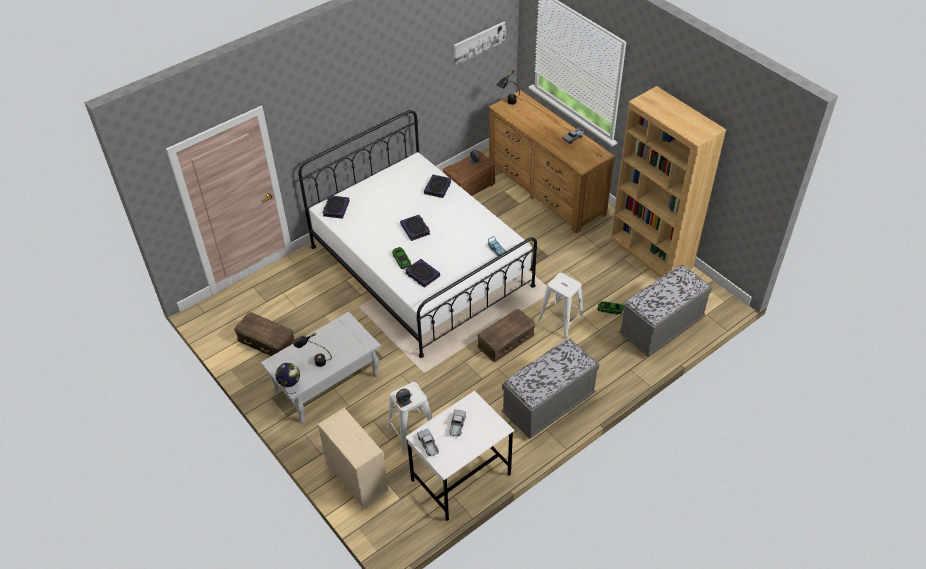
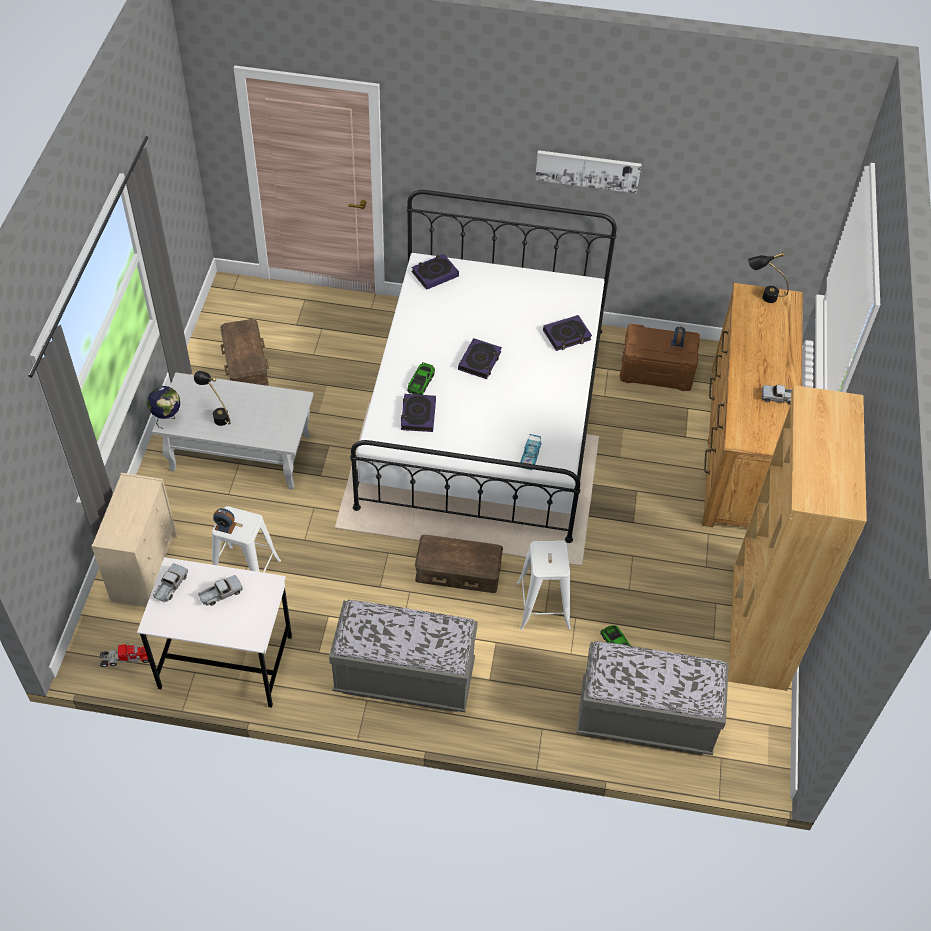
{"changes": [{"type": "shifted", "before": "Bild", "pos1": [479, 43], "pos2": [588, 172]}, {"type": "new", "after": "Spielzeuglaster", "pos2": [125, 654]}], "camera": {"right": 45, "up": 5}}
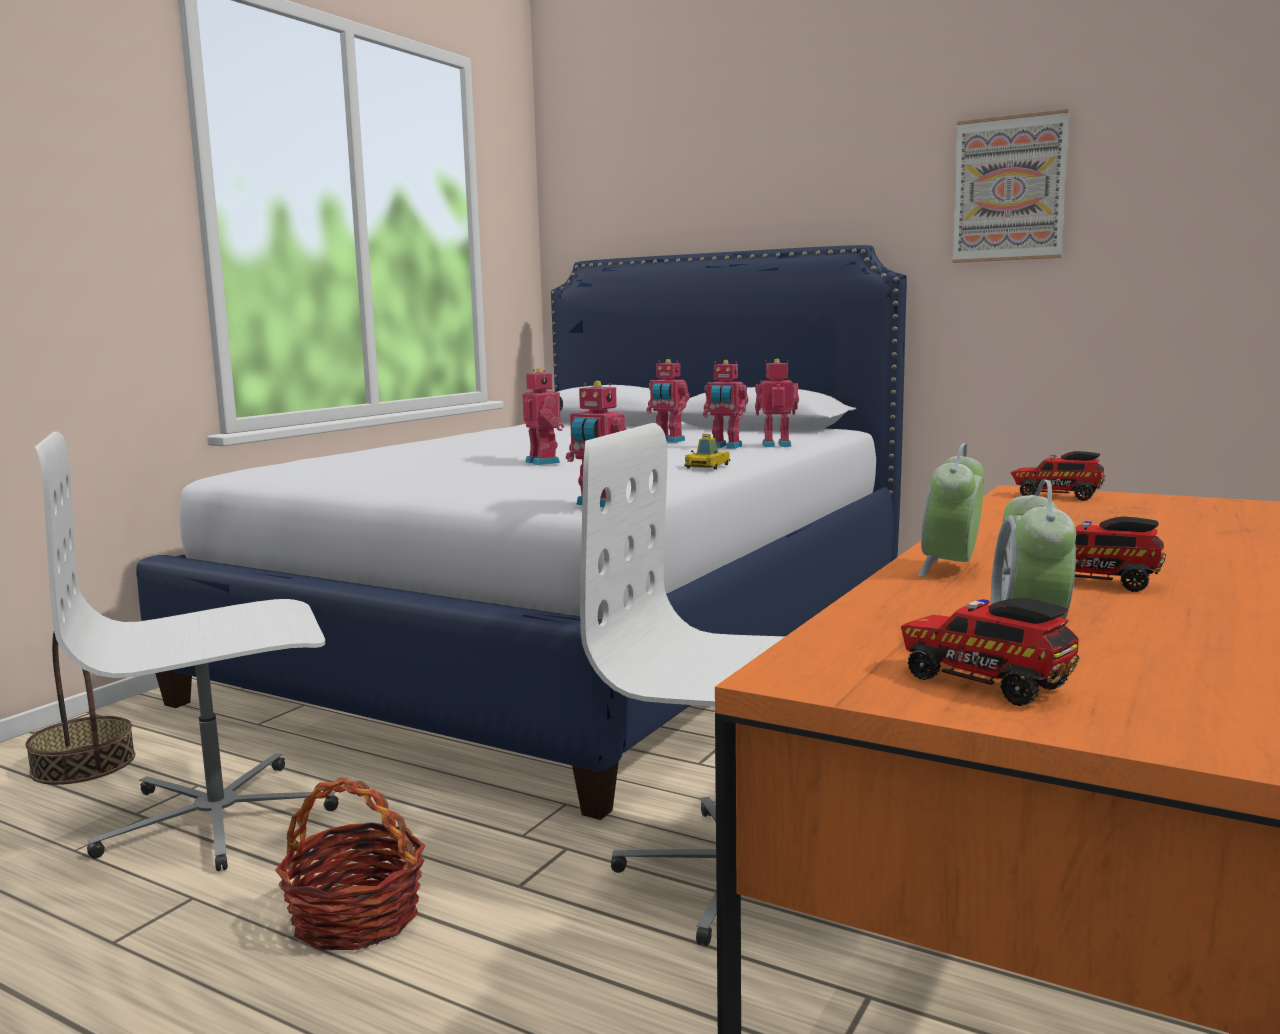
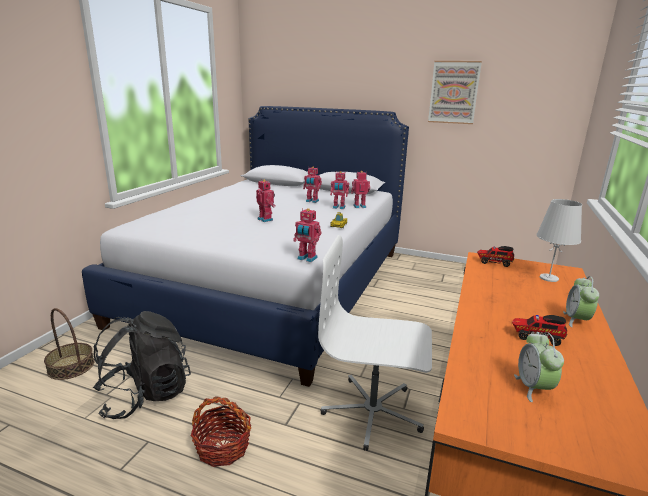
{"changes": [{"type": "swapped", "before": "Bürostuhl (weiß)", "after": "Rucksack (schwarz)", "pos1": [187, 651], "pos2": [142, 365]}, {"type": "gone", "before": "Spielzeuglaster", "pos1": [990, 652]}, {"type": "shifted", "before": "Wecker", "pos1": [951, 510], "pos2": [581, 301]}, {"type": "new", "after": "Tischlampe (weiß)", "pos2": [559, 240]}], "camera": {"right": -10, "up": 10}}
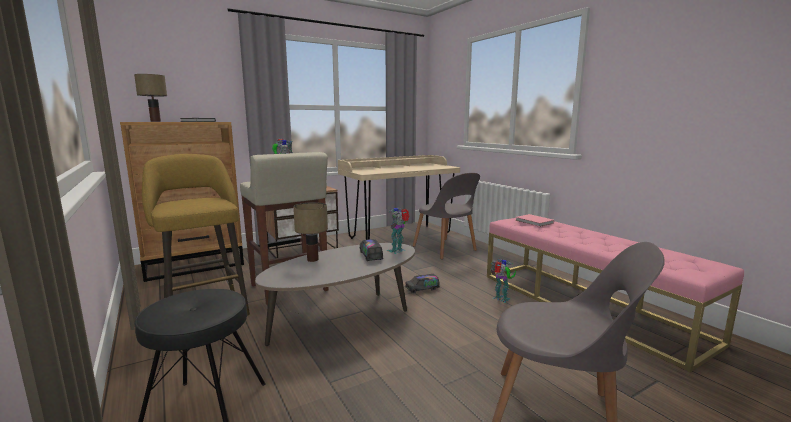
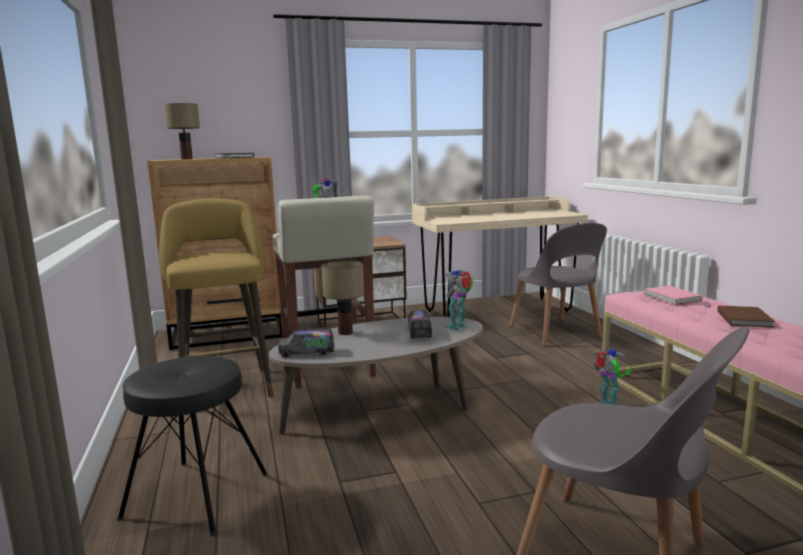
{"changes": [{"type": "shifted", "before": "Spielzeuglaster", "pos1": [422, 283], "pos2": [306, 343]}, {"type": "new", "after": "Buch (braun)", "pos2": [746, 317]}], "camera": {"right": 15, "up": 0}}
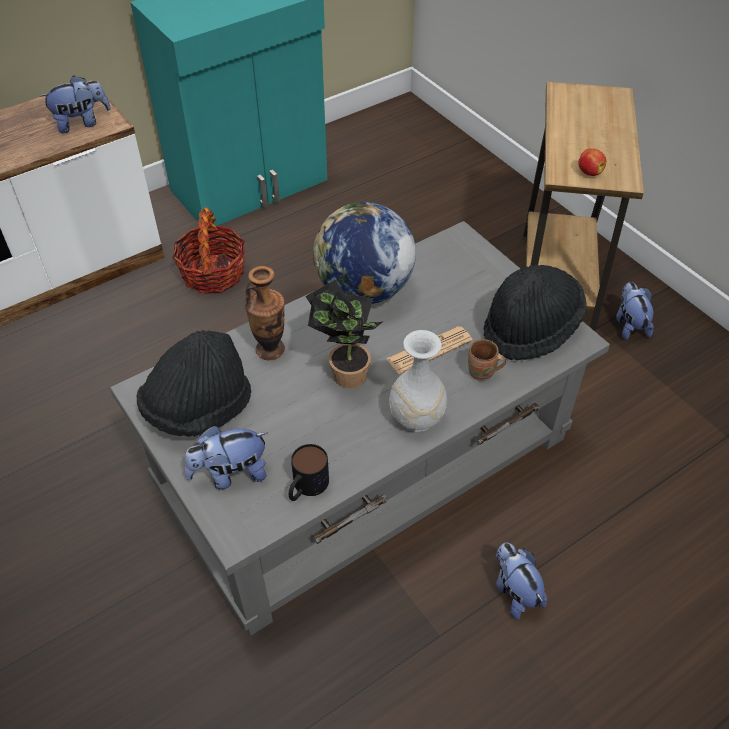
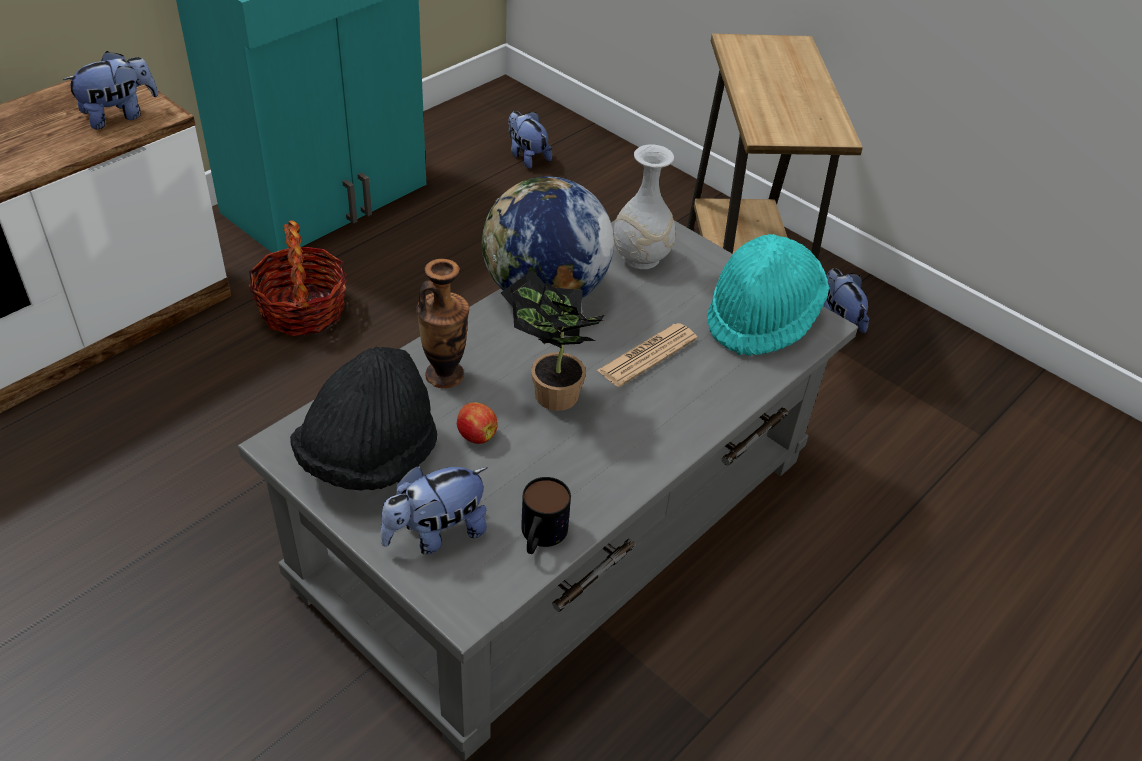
{"changes": [{"type": "shifted", "before": "Vase (weiß)", "pos1": [418, 381], "pos2": [644, 207]}, {"type": "gone", "before": "Henkelbecher (braun)", "pos1": [487, 360]}, {"type": "repainted", "before": "Hut (schwarz)", "after": "Hut (türkis)", "pos1": [535, 312], "pos2": [768, 295]}, {"type": "shifted", "before": "Plüschtier", "pos1": [521, 581], "pos2": [530, 140]}, {"type": "shifted", "before": "Apfel", "pos1": [592, 162], "pos2": [477, 423]}], "camera": {"right": -15, "up": -5}}
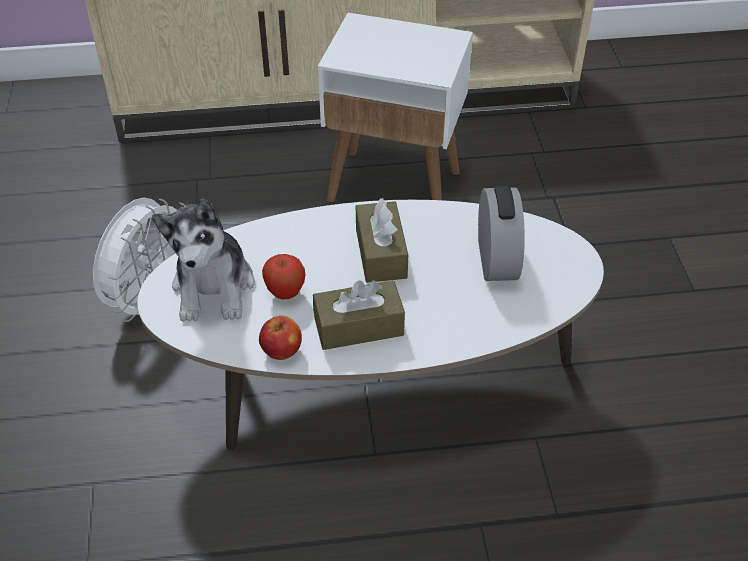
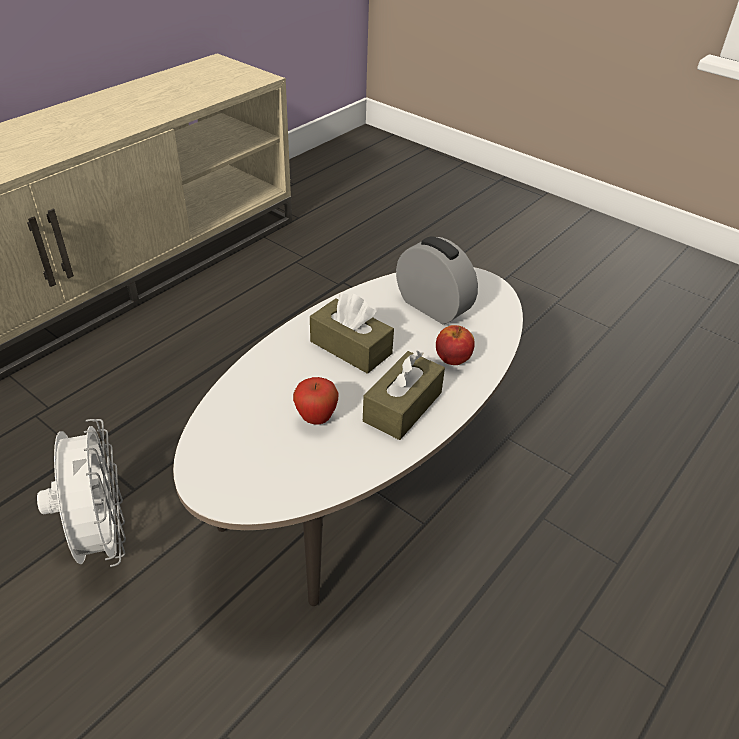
{"changes": [{"type": "gone", "before": "Plüschtier", "pos1": [203, 260]}, {"type": "shifted", "before": "Apfel", "pos1": [280, 338], "pos2": [455, 345]}, {"type": "gone", "before": "Beistelltisch (weiß)", "pos1": [395, 107]}], "camera": {"right": -45, "up": -5}}
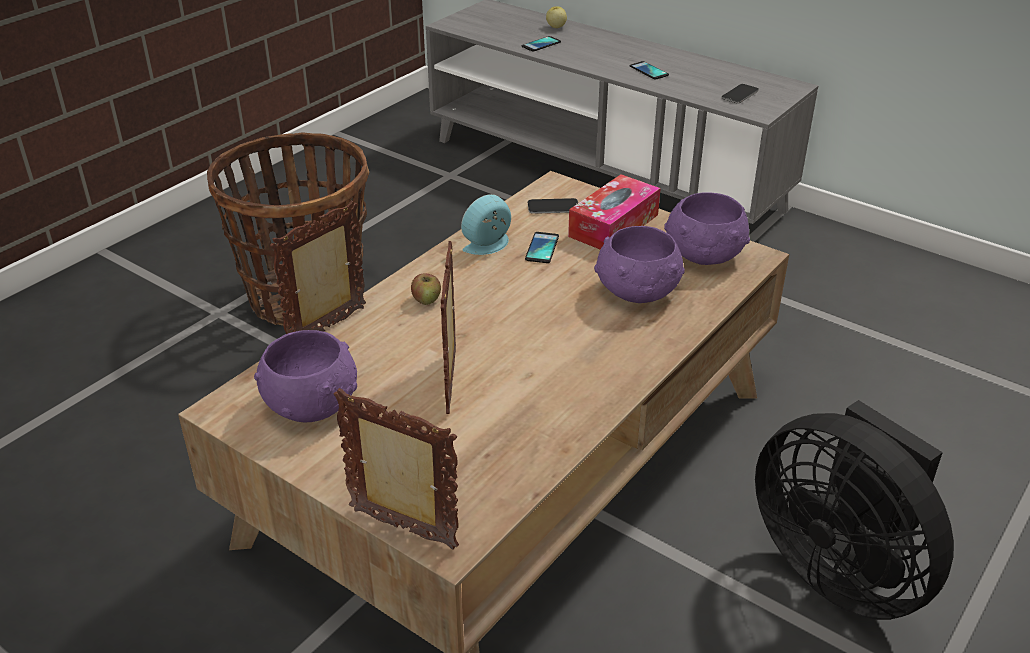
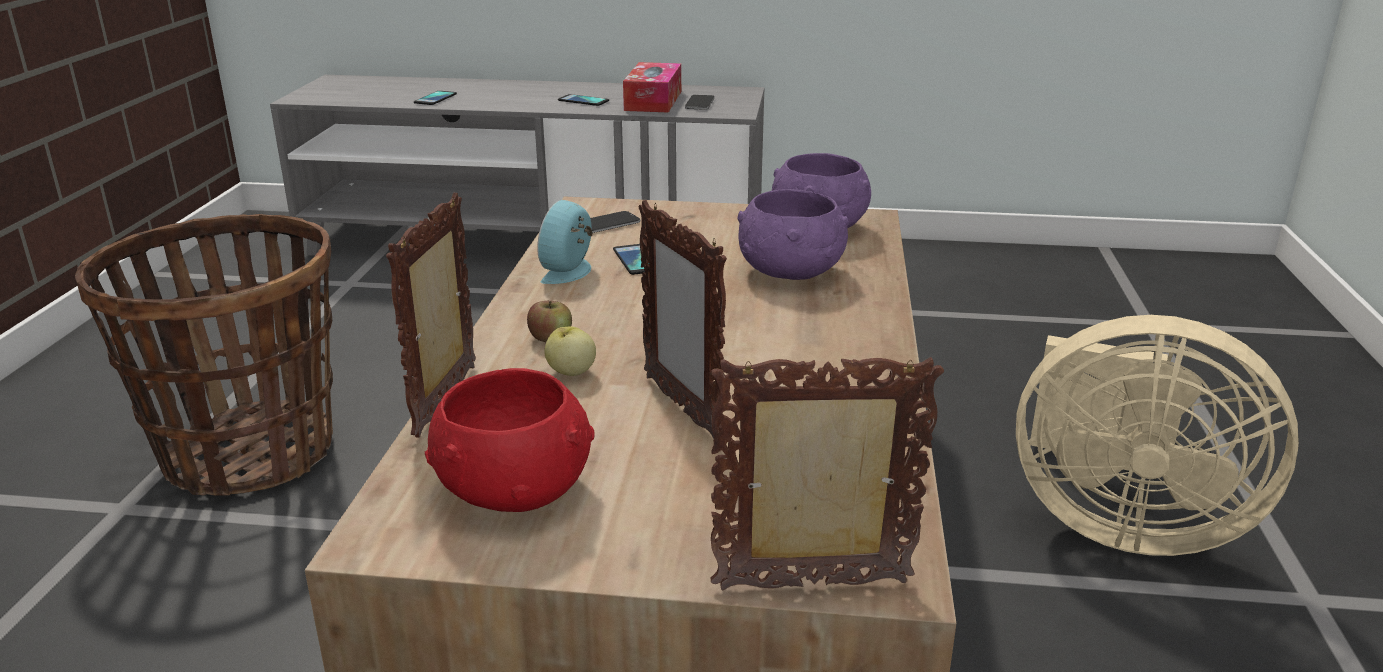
{"changes": [{"type": "repainted", "before": "Schüssel (lila)", "after": "Schüssel (rot)", "pos1": [305, 376], "pos2": [510, 440]}, {"type": "shifted", "before": "Apfel", "pos1": [556, 17], "pos2": [570, 351]}, {"type": "shifted", "before": "Taschentuchbox", "pos1": [614, 212], "pos2": [652, 87]}, {"type": "repainted", "before": "Ventilator (schwarz)", "after": "Ventilator (beige)", "pos1": [854, 510], "pos2": [1157, 435]}], "camera": {"right": -30, "up": -10}}
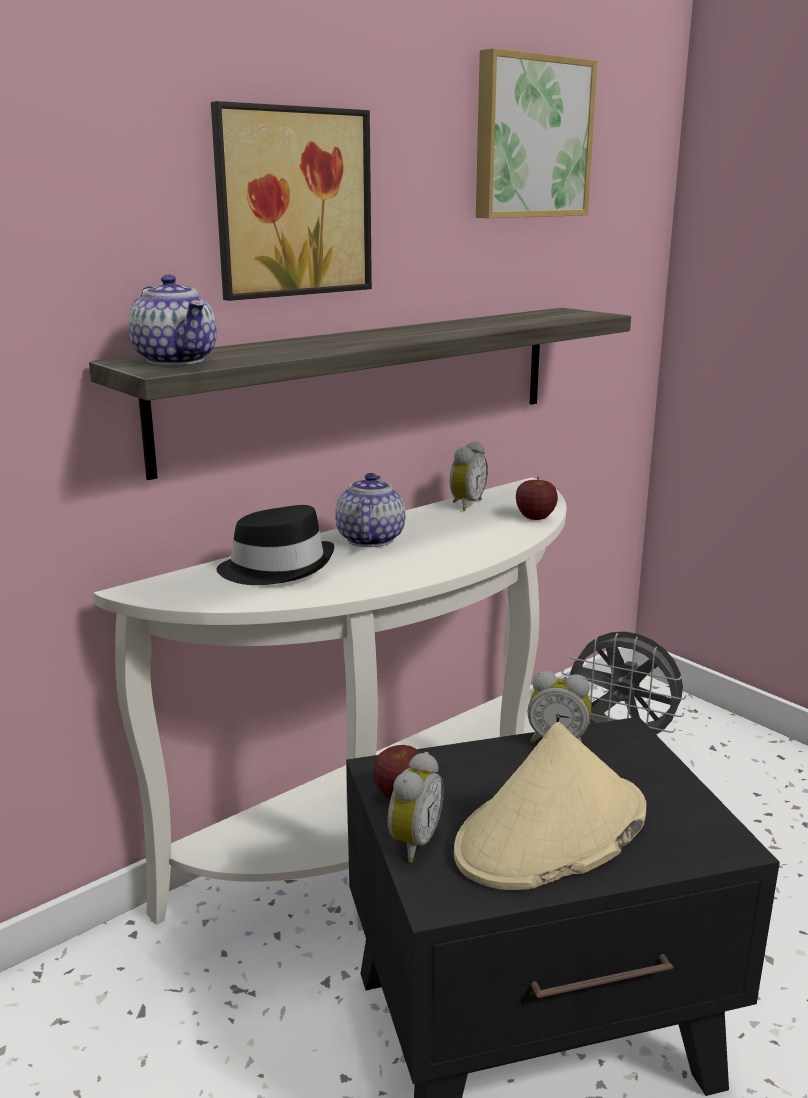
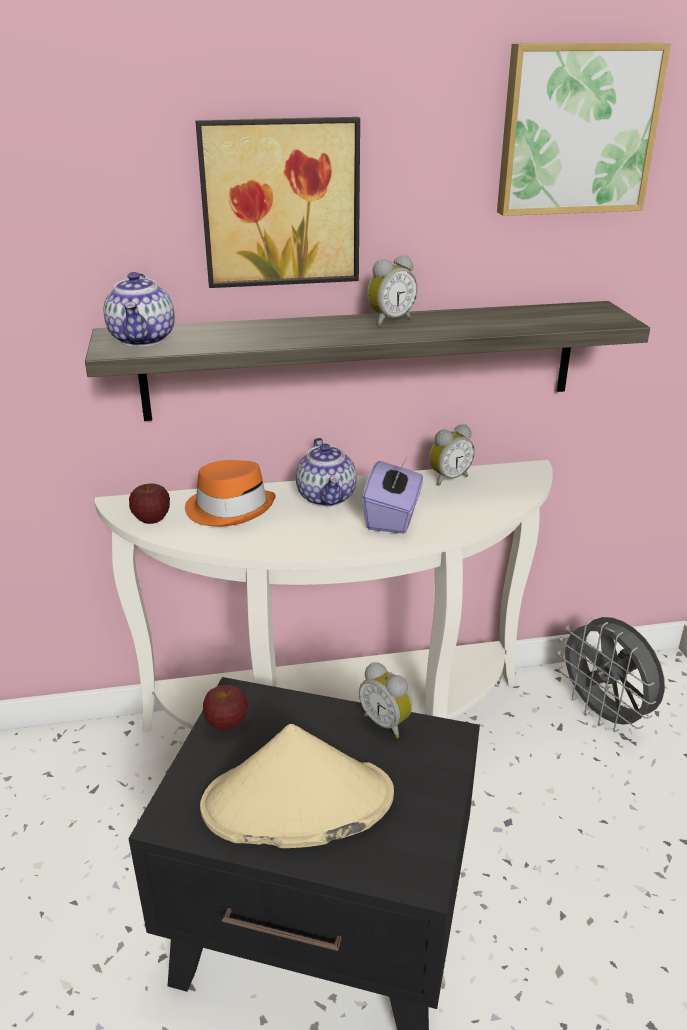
{"changes": [{"type": "repainted", "before": "Hut (schwarz)", "after": "Hut (orange)", "pos1": [276, 545], "pos2": [230, 493]}, {"type": "rotated", "before": "Teekanne", "pos1": [370, 510], "pos2": [326, 472], "turn": 135}, {"type": "shifted", "before": "Wecker", "pos1": [416, 807], "pos2": [392, 290]}, {"type": "shifted", "before": "Apfel", "pos1": [537, 498], "pos2": [149, 503]}, {"type": "new", "after": "Taschentuchbox (lila)", "pos2": [392, 495]}], "camera": {"right": 30, "up": 10}}
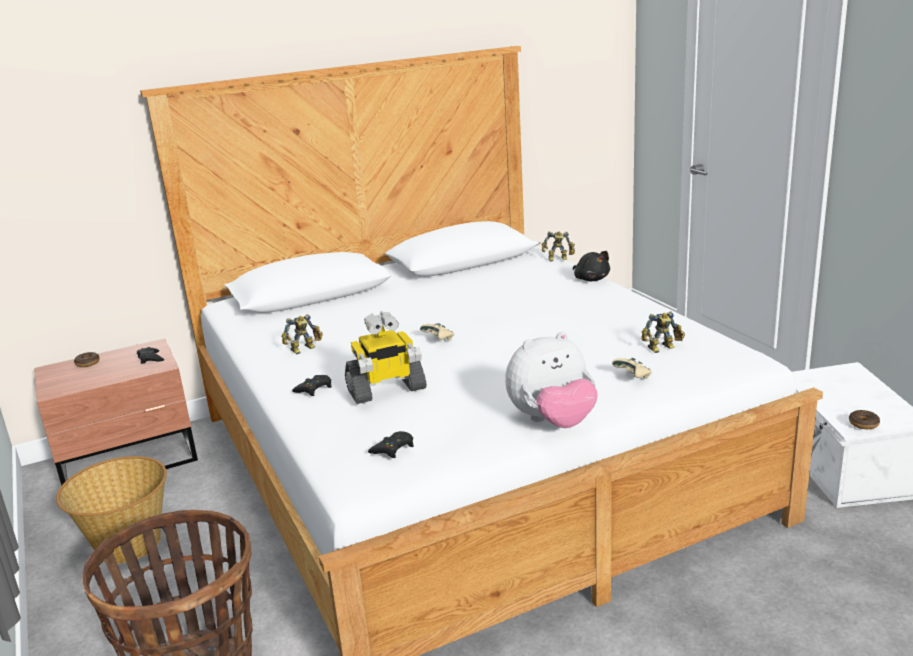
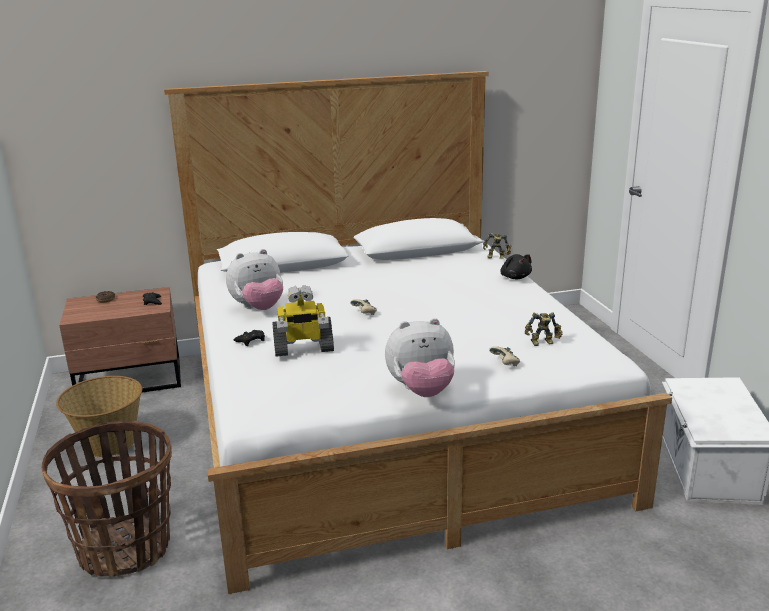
{"changes": [{"type": "swapped", "before": "Spielzeugroboter", "after": "Plüschtier", "pos1": [302, 334], "pos2": [254, 279]}, {"type": "gone", "before": "Gamepad (schwarz)", "pos1": [391, 444]}, {"type": "gone", "before": "Donut", "pos1": [864, 419]}], "camera": {"right": 10, "up": 0}}
